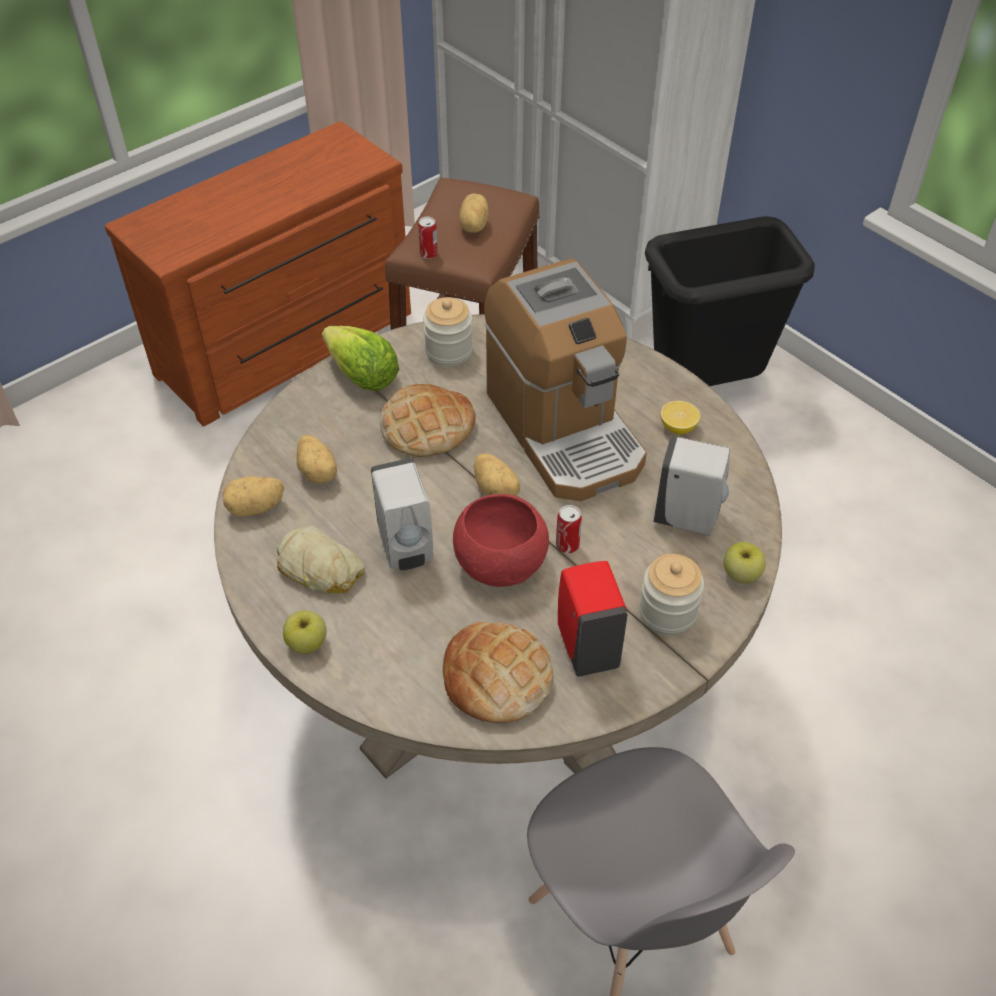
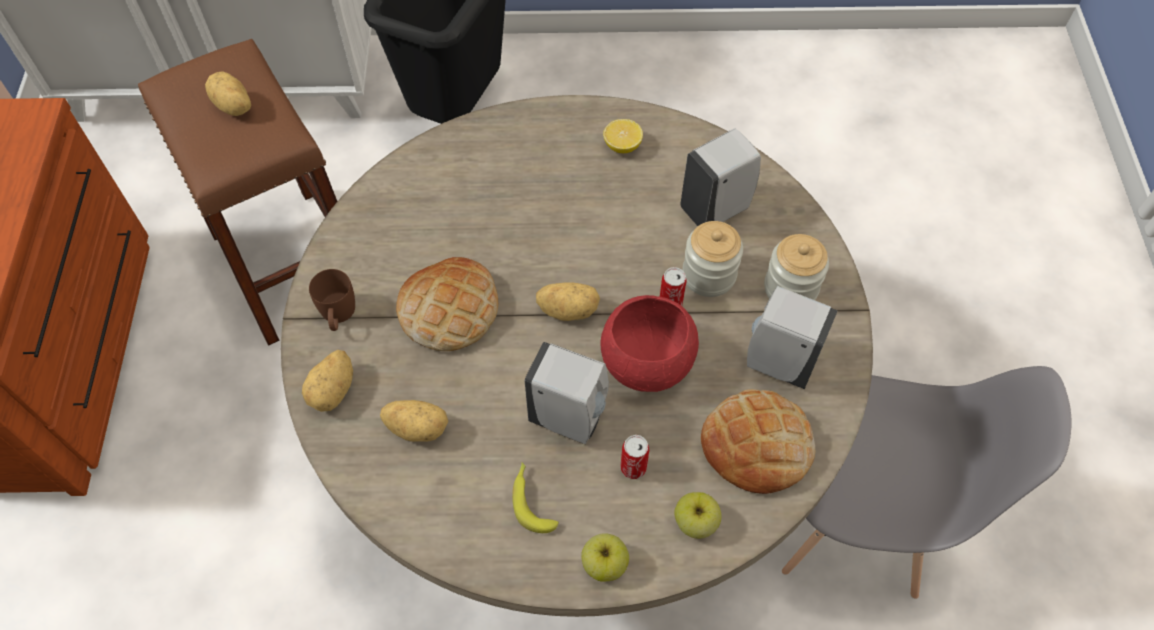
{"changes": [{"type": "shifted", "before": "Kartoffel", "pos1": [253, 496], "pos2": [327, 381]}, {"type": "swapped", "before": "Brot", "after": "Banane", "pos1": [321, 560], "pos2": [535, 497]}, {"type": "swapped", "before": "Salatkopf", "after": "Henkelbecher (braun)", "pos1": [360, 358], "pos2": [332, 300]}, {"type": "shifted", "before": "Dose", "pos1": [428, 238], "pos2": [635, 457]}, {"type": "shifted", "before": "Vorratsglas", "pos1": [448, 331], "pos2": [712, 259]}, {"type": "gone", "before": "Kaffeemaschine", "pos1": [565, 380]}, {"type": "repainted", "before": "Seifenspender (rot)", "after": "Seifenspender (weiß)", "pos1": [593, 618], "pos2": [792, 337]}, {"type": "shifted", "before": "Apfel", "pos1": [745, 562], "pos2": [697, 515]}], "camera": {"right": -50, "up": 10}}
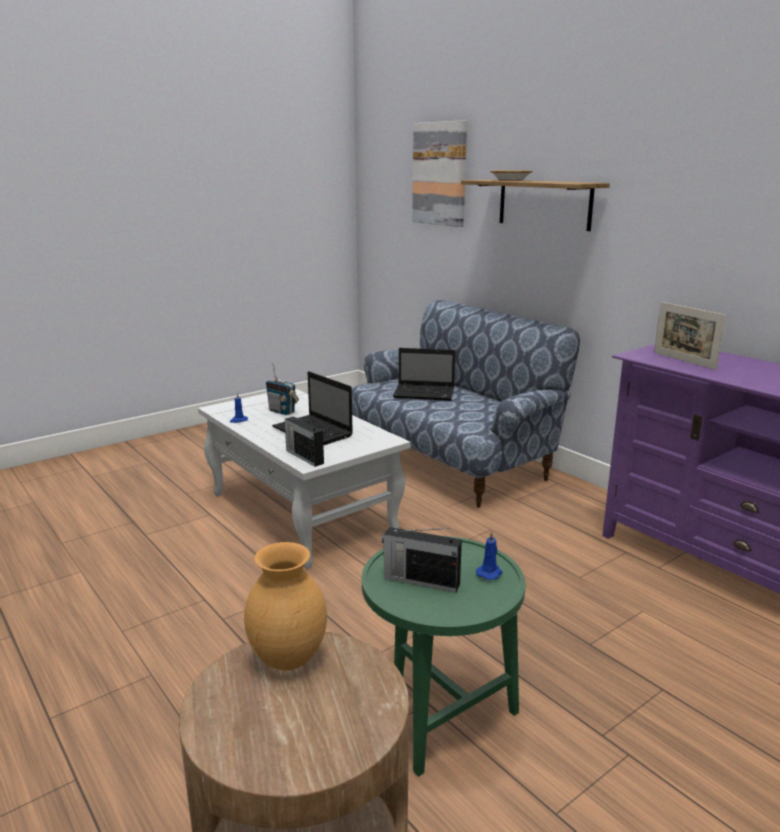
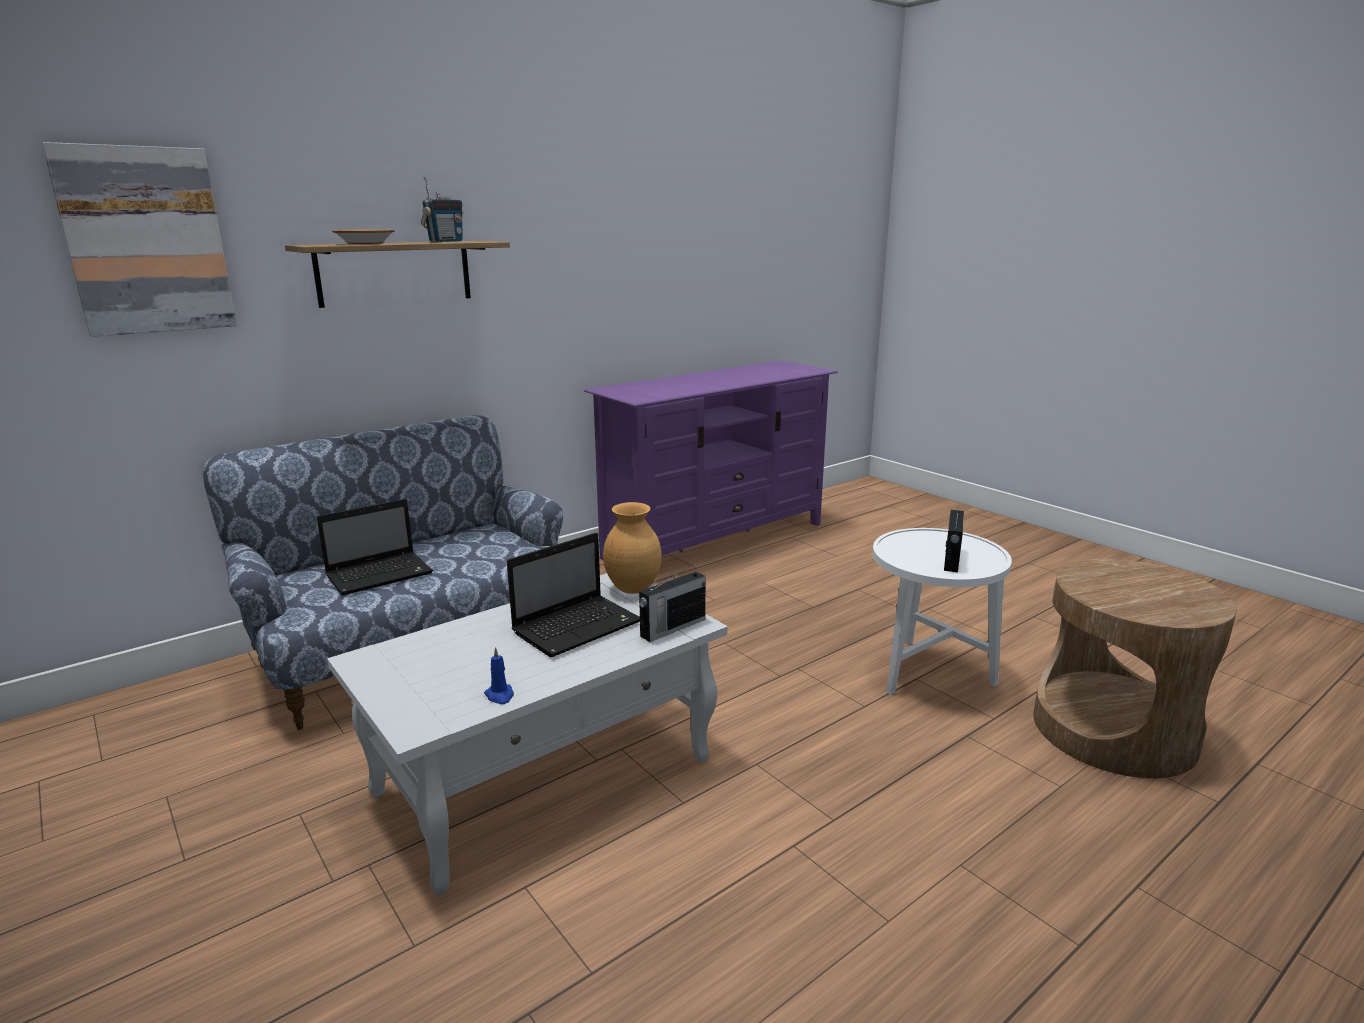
{"changes": [{"type": "shifted", "before": "Vase (braun)", "pos1": [285, 606], "pos2": [632, 548]}, {"type": "shifted", "before": "Radio", "pos1": [282, 389], "pos2": [442, 209]}, {"type": "repainted", "before": "Beistelltisch (grün)", "after": "Beistelltisch (weiß)", "pos1": [443, 656], "pos2": [942, 611]}, {"type": "rotated", "before": "Laptop", "pos1": [424, 374], "pos2": [375, 547], "turn": 45}, {"type": "gone", "before": "Kerze (blau)", "pos1": [489, 555]}, {"type": "gone", "before": "Bilderrahmen", "pos1": [690, 336]}], "camera": {"right": -90, "up": 0}}
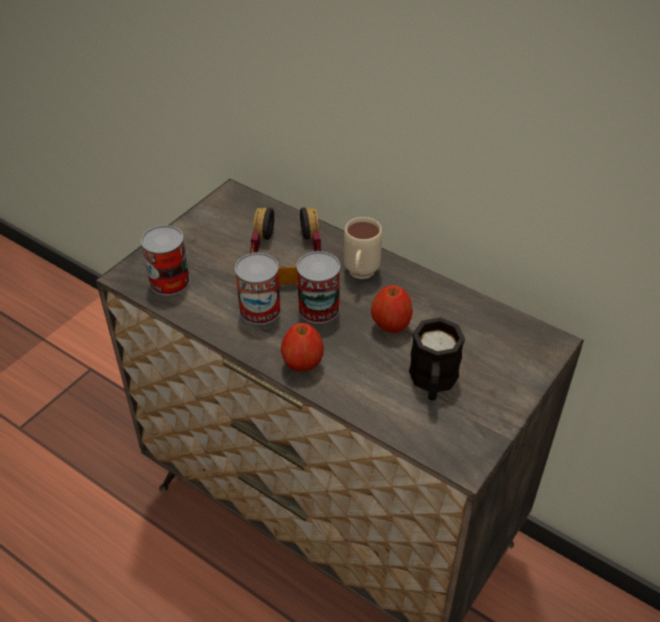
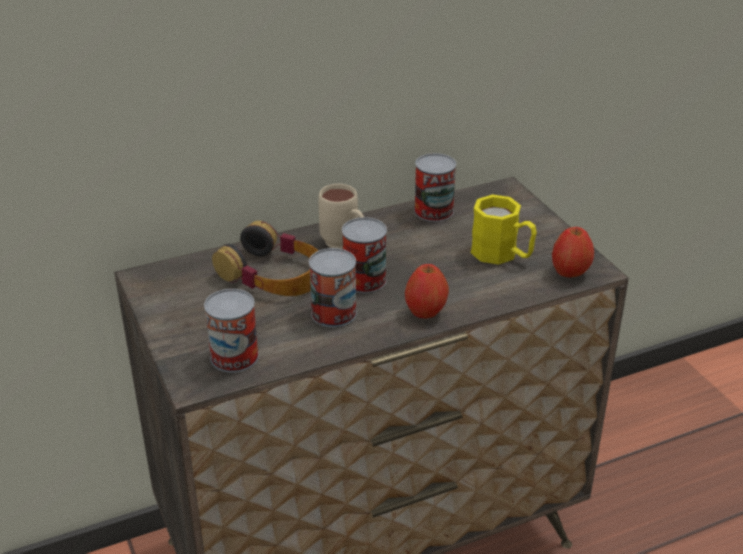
{"changes": [{"type": "shifted", "before": "Apfel", "pos1": [392, 309], "pos2": [573, 252]}, {"type": "repainted", "before": "Henkelbecher (schwarz)", "after": "Henkelbecher (gelb)", "pos1": [437, 358], "pos2": [504, 230]}, {"type": "new", "after": "Dose", "pos2": [435, 187]}], "camera": {"right": -60, "up": -10}}
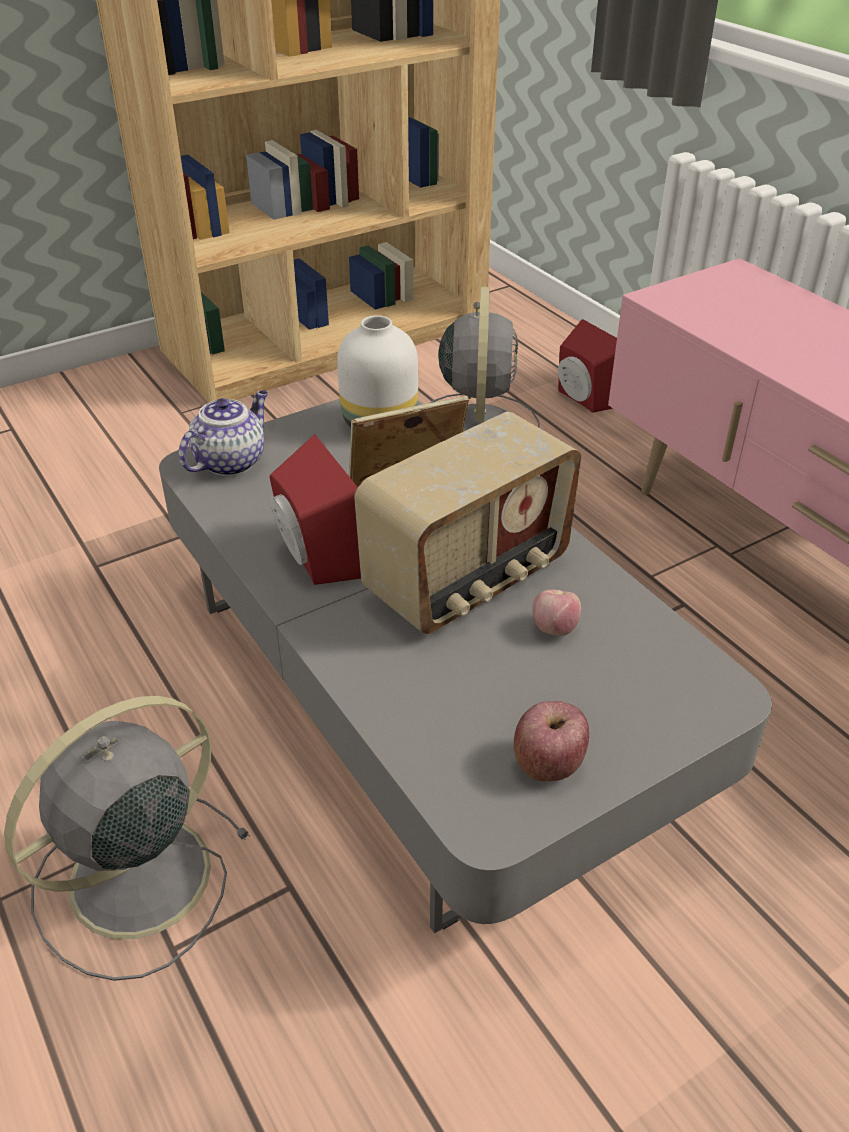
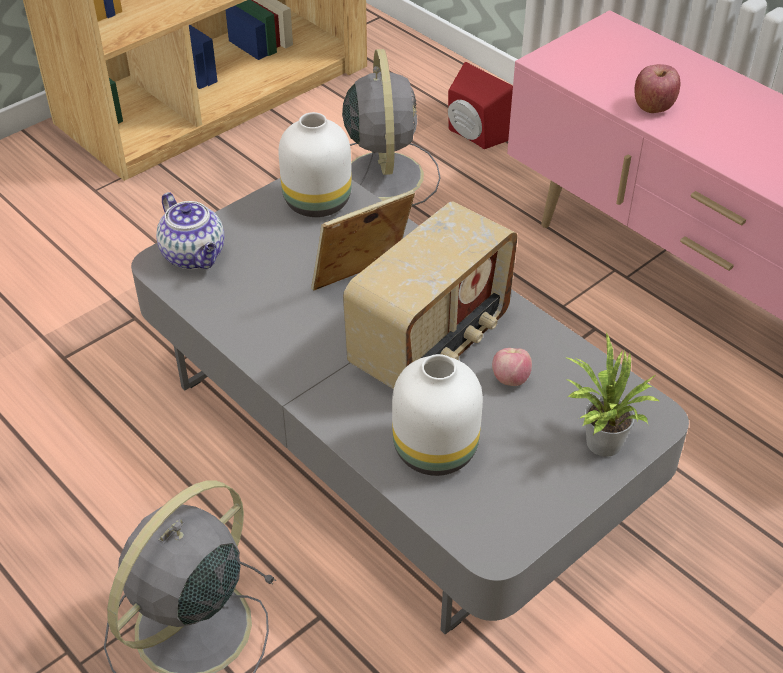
{"changes": [{"type": "rotated", "before": "Teekanne", "pos1": [223, 433], "pos2": [190, 230], "turn": 120}, {"type": "gone", "before": "Lautsprecher (rot)", "pos1": [315, 509]}, {"type": "shifted", "before": "Apfel", "pos1": [551, 741], "pos2": [657, 88]}, {"type": "new", "after": "Vase (weiß)", "pos2": [437, 415]}, {"type": "new", "after": "Topfpflanze", "pos2": [612, 394]}], "camera": {"right": -10, "up": 5}}
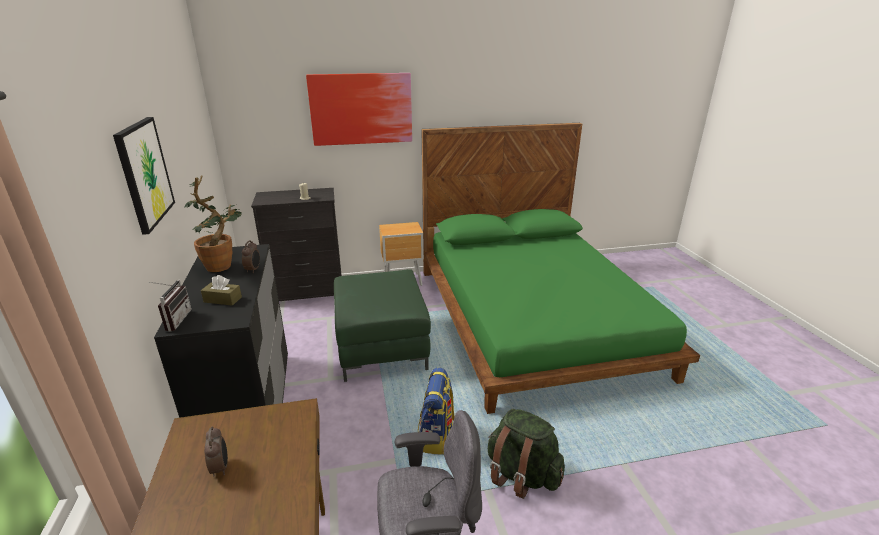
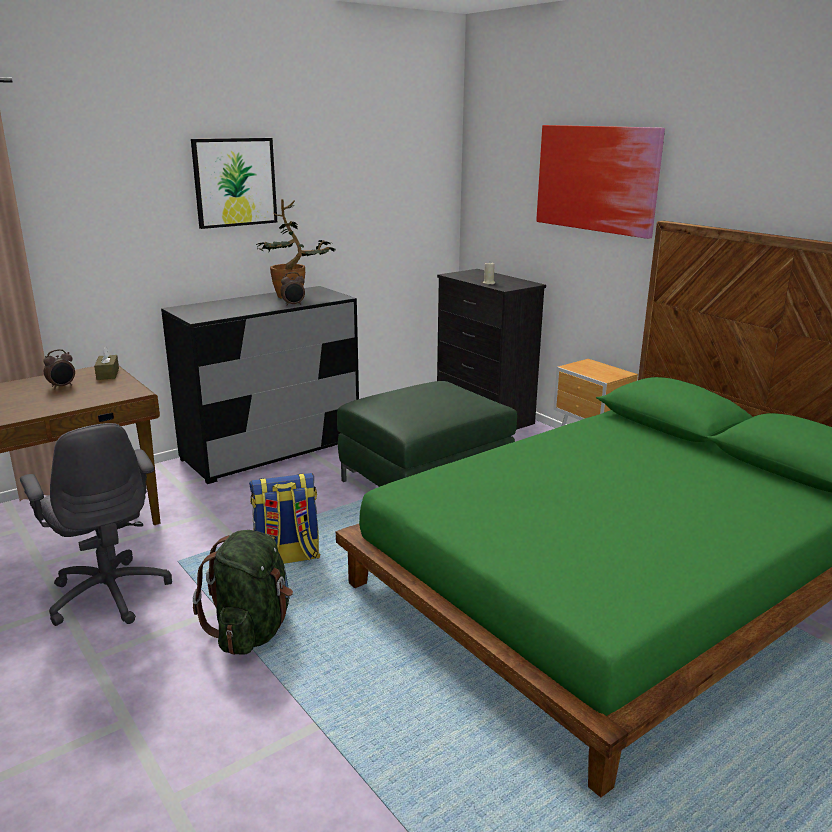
{"changes": [{"type": "gone", "before": "Radio", "pos1": [170, 305]}, {"type": "shifted", "before": "Taschentuchbox (braun)", "pos1": [221, 290], "pos2": [106, 363]}], "camera": {"right": 65, "up": -5}}
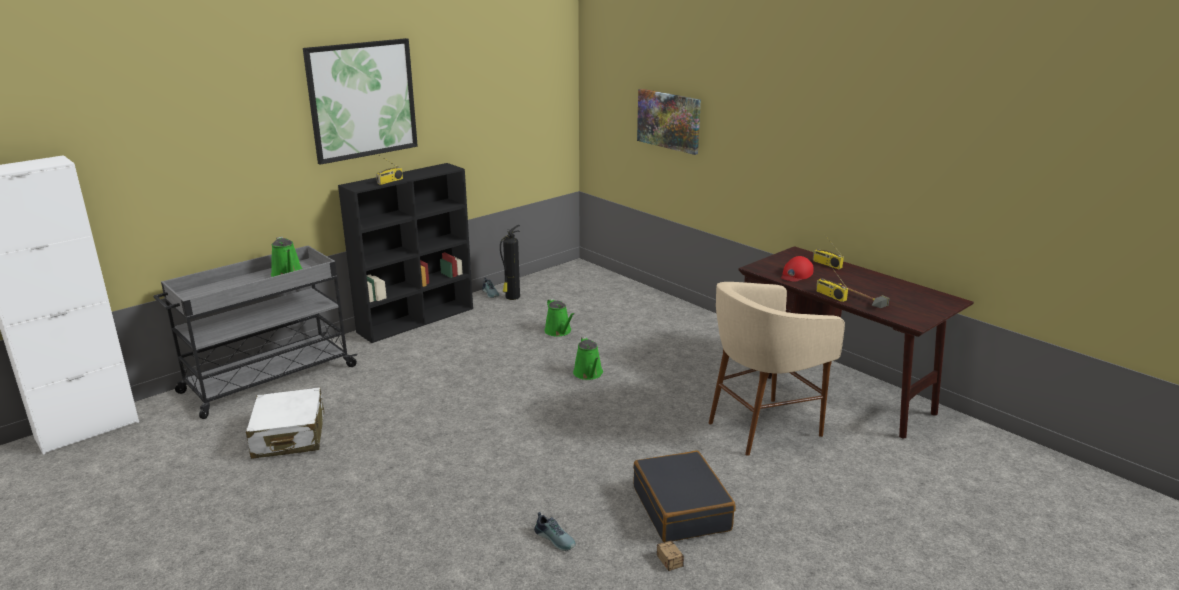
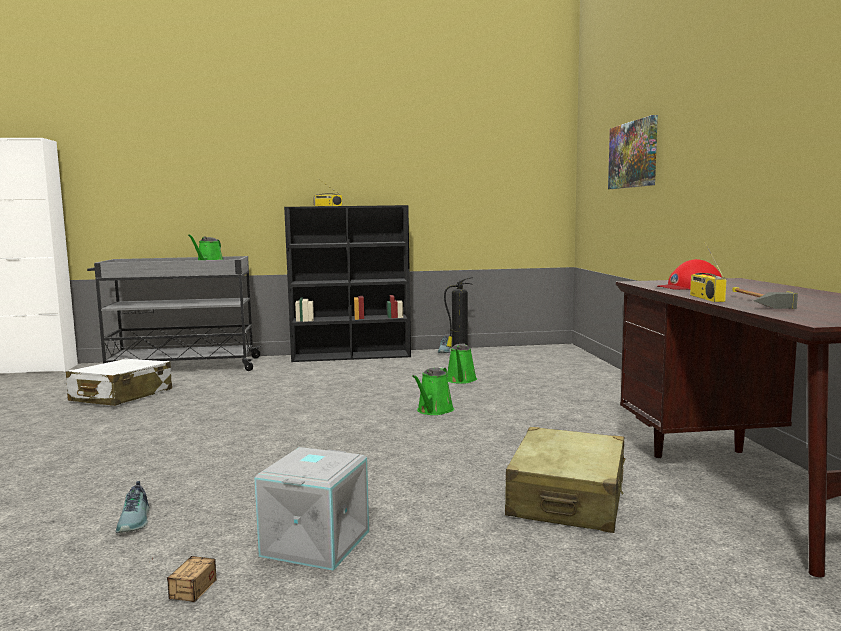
{"changes": [{"type": "gone", "before": "Bild", "pos1": [360, 101]}, {"type": "swapped", "before": "Koffer (schwarz)", "after": "Aufbewahrungsbox (grau)", "pos1": [684, 496], "pos2": [311, 509]}, {"type": "swapped", "before": "Hocker (beige)", "after": "Koffer (beige)", "pos1": [777, 369], "pos2": [565, 480]}, {"type": "gone", "before": "Radio", "pos1": [828, 251]}], "camera": {"right": 35, "up": -15}}
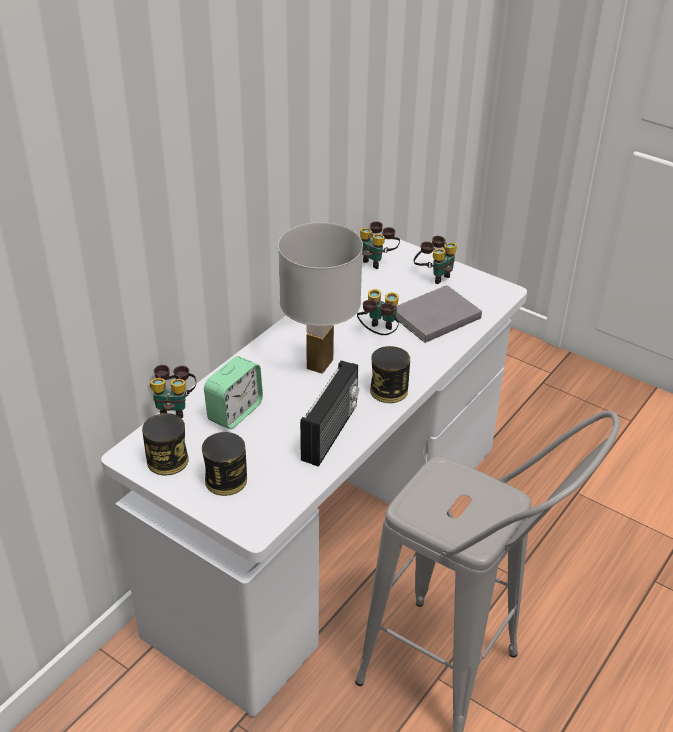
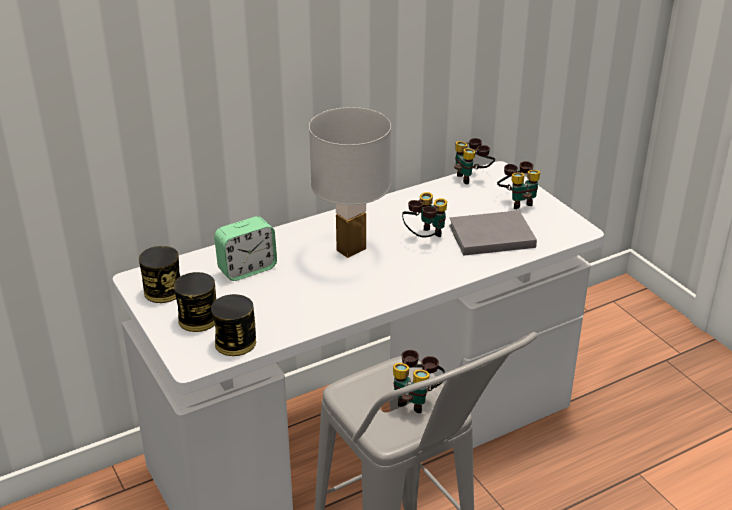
{"changes": [{"type": "shifted", "before": "Fernglas", "pos1": [173, 391], "pos2": [419, 381]}, {"type": "gone", "before": "Radio", "pos1": [329, 414]}, {"type": "shifted", "before": "Dose", "pos1": [390, 374], "pos2": [233, 325]}], "camera": {"right": 25, "up": -5}}
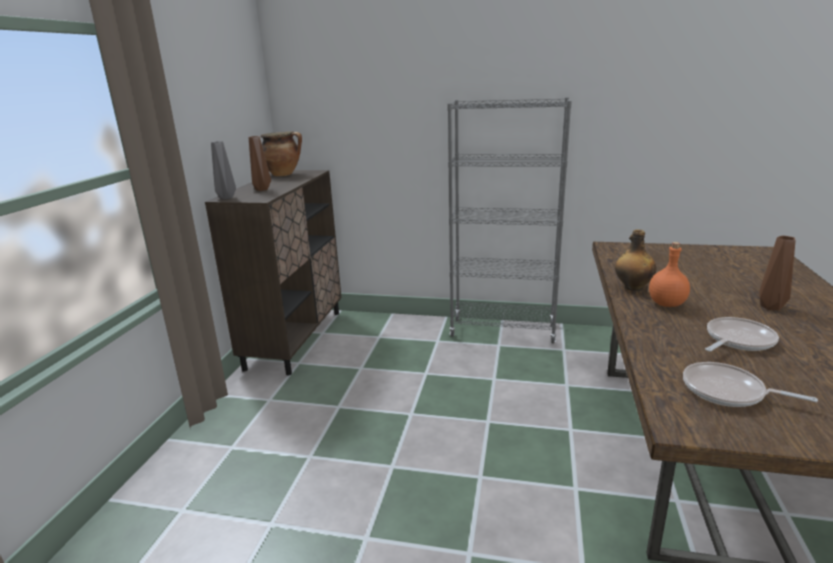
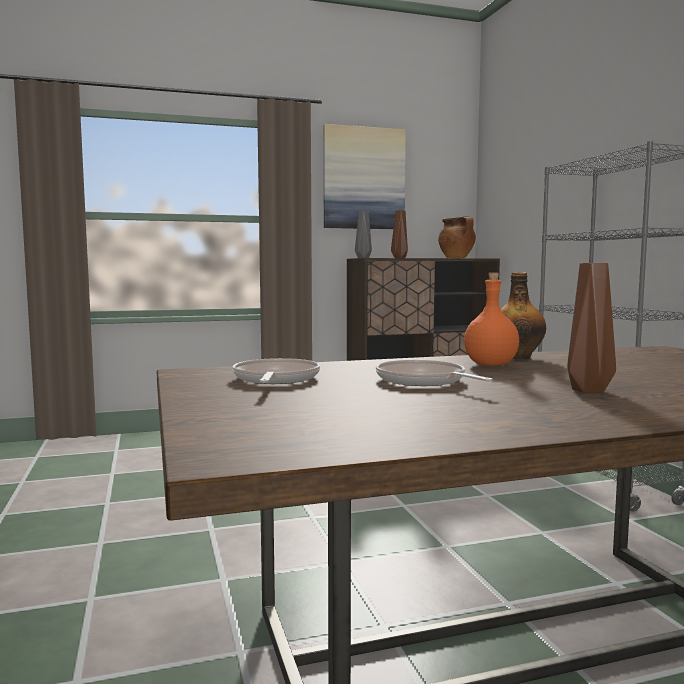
{"changes": [{"type": "rotated", "before": "Pfanne", "pos1": [742, 334], "pos2": [434, 373], "turn": -150}, {"type": "new", "after": "Bild", "pos2": [364, 176]}], "camera": {"right": 60, "up": -15}}
